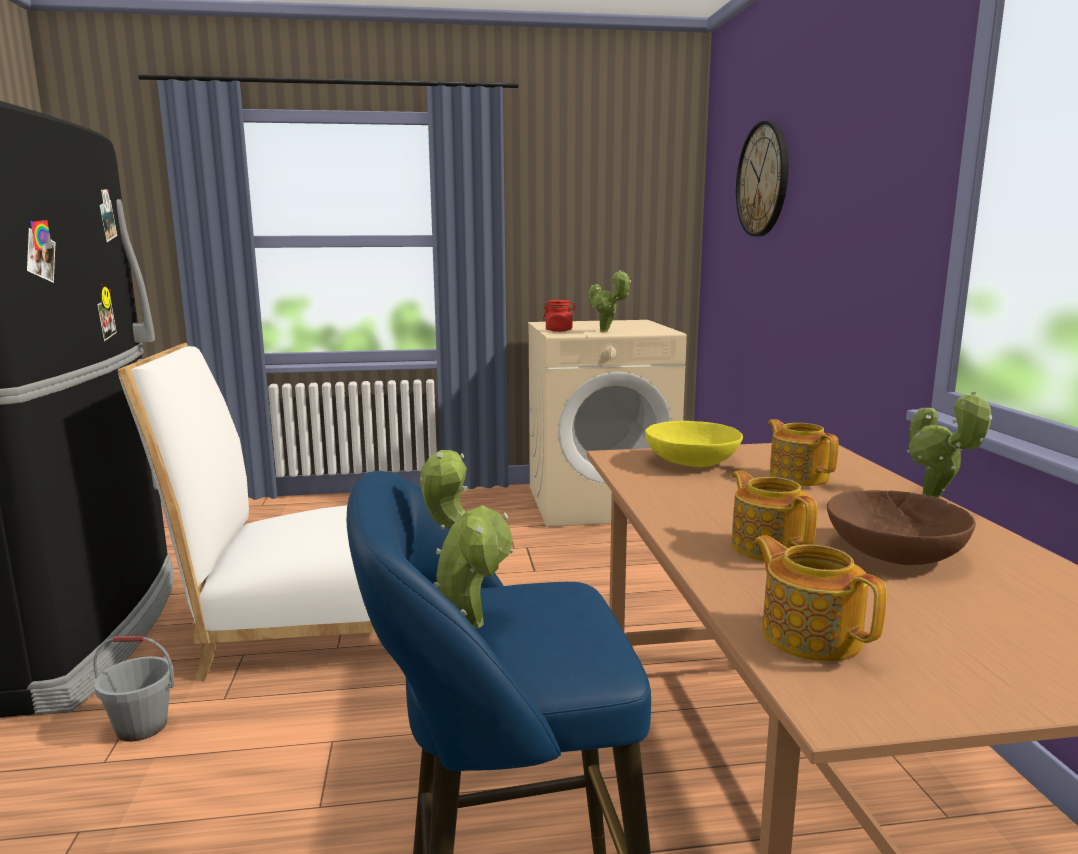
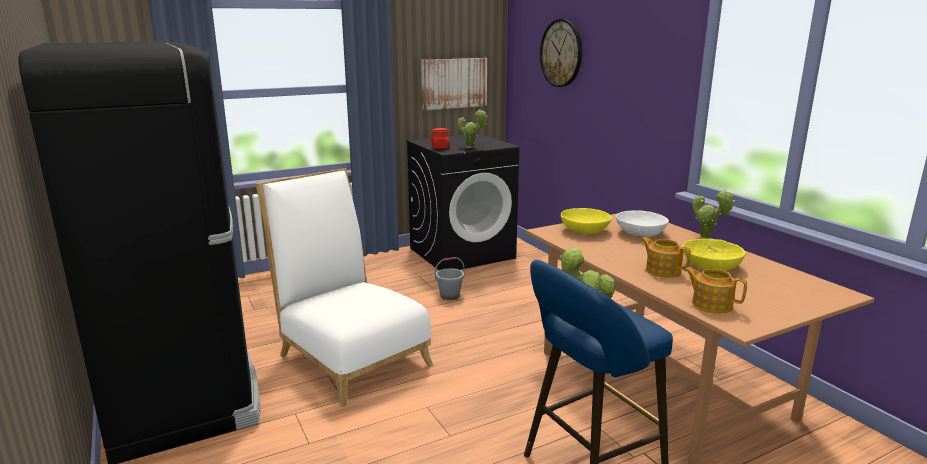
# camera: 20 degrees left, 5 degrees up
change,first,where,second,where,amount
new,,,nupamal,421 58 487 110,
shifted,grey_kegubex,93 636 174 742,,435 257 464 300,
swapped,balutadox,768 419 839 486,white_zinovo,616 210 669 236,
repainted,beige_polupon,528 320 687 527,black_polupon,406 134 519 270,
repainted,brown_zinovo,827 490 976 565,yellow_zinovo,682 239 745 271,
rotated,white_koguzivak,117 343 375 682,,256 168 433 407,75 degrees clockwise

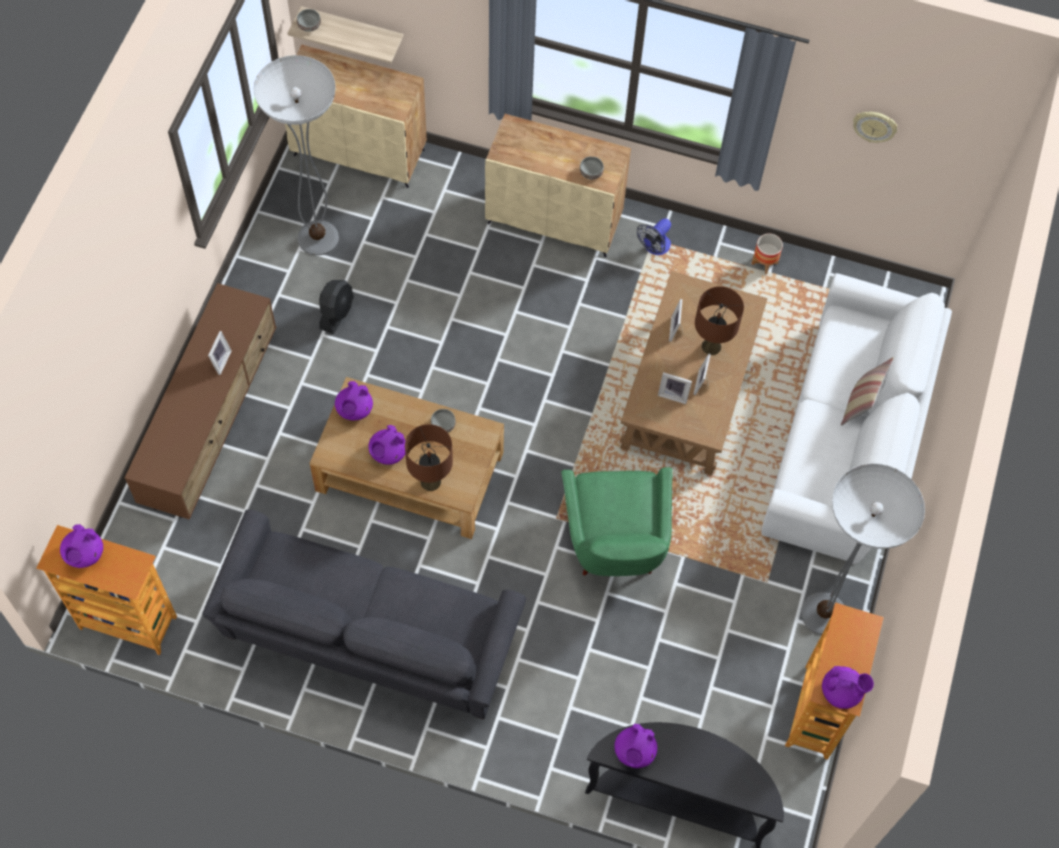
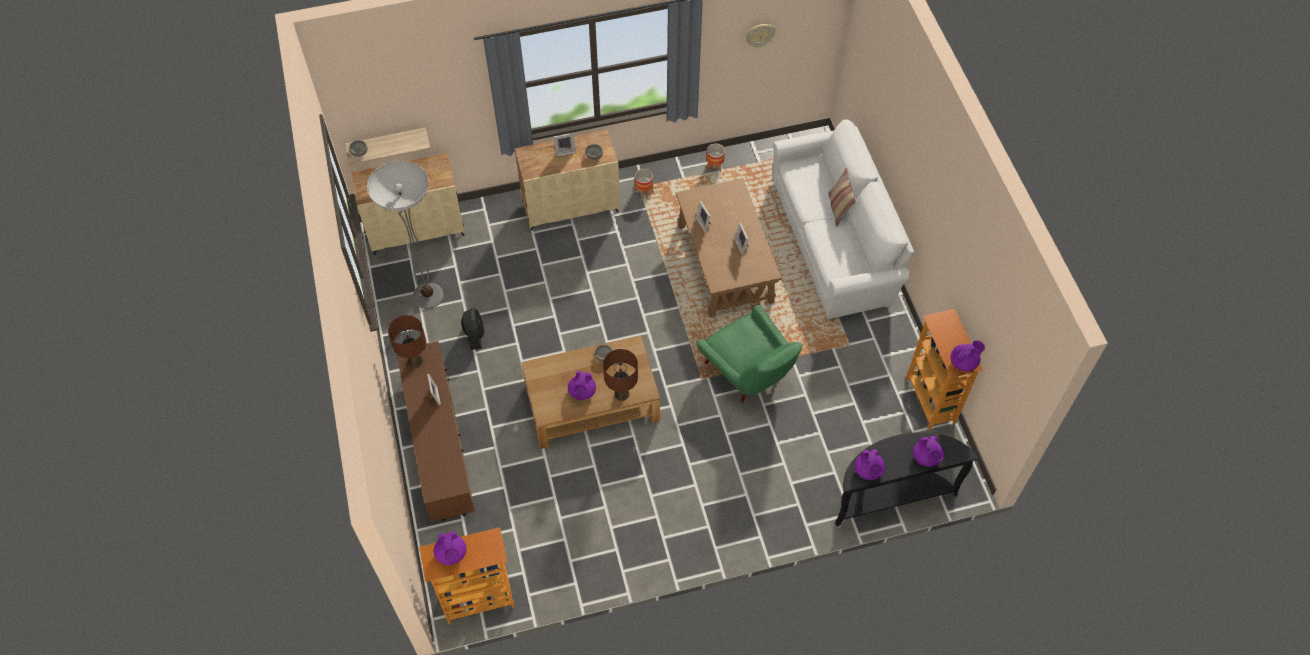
# camera: 30 degrees left, 5 degrees down
change,first,where,second,where,amount
gone,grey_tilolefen,202 510 526 719,,,
gone,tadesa,801 464 925 635,,,
shifted,purple_balutadox,335 381 373 421,,913 435 944 467,
shifted,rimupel,658 372 692 404,,553 133 576 157,
shifted,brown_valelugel,695 286 744 355,,388 315 426 368,
swapped,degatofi,637 218 671 255,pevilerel,635 169 654 199,

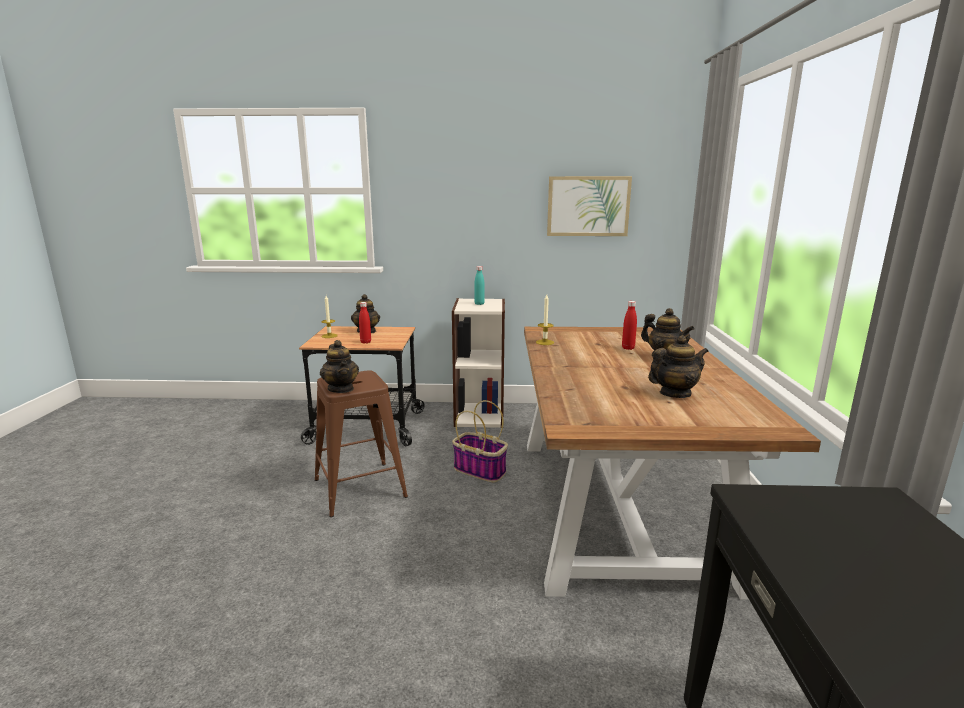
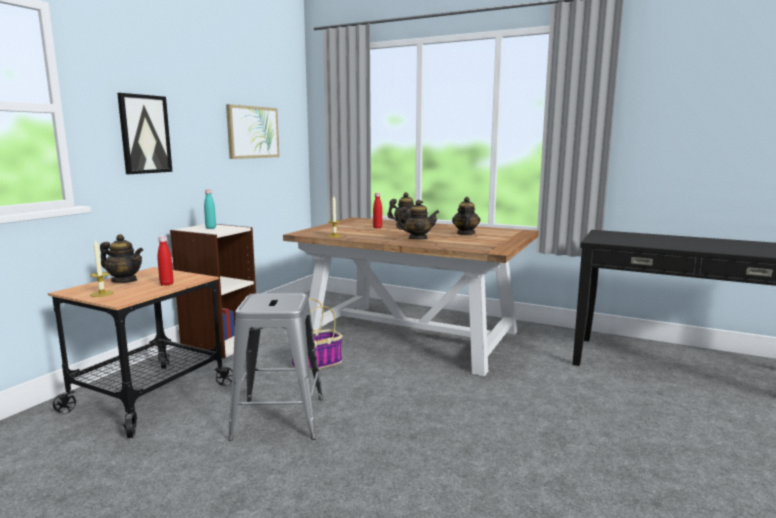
# camera: 65 degrees left, 5 degrees down
change,first,where,second,where,amount
new,,,nupamal,117 93 172 174,
shifted,balutadox,320 340 359 393,,396 200 439 239,
repainted,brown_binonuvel,314 370 408 517,grey_binonuvel,228 293 323 441,

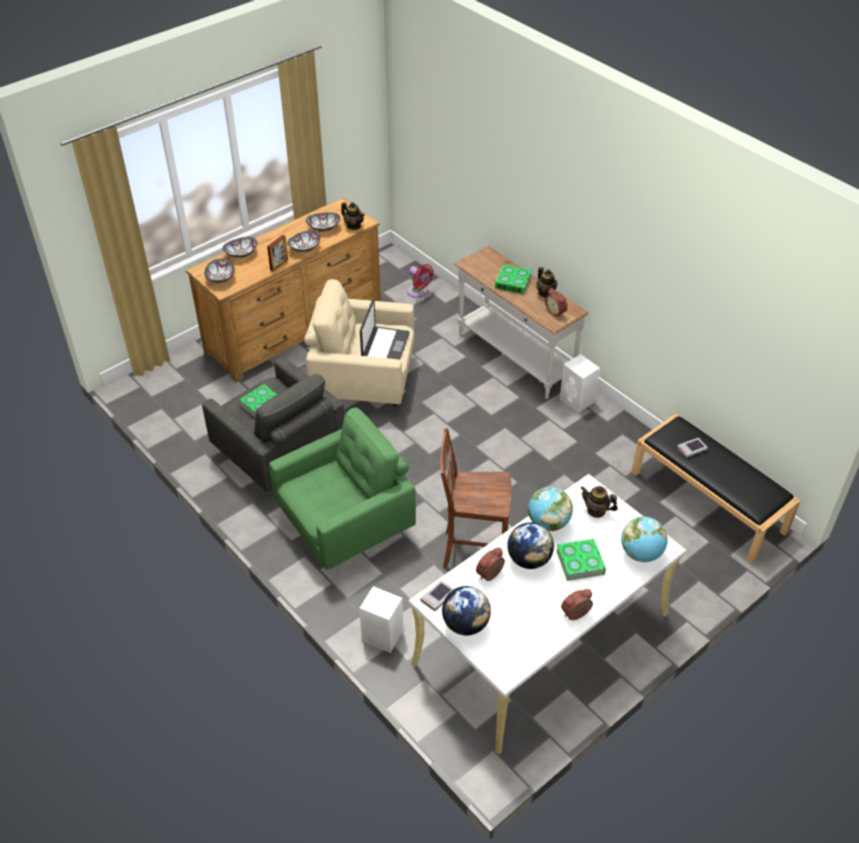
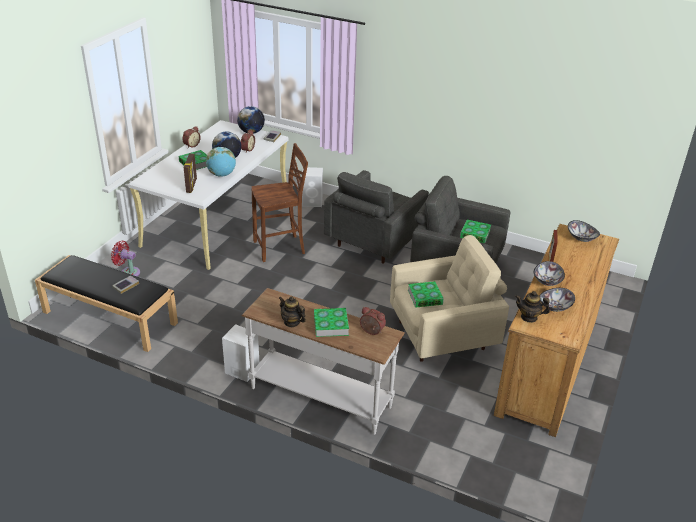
# camera: 155 degrees right, 10 degrees down
change,first,where,second,where,amount
gone,zinovo,223 237 258 258,,,
gone,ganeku,621 516 667 562,,,
shifted,red_degatofi,407 264 434 298,,111 241 140 276,
shifted,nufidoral,545 288 567 317,,360 307 386 335,
swapped,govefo,360 299 410 360,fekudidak,408 281 444 308,
swapped,balutadox,580 486 618 518,rimupel,183 154 197 193,
repainted,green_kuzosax,269 408 416 570,grey_kuzosax,324 170 429 264,

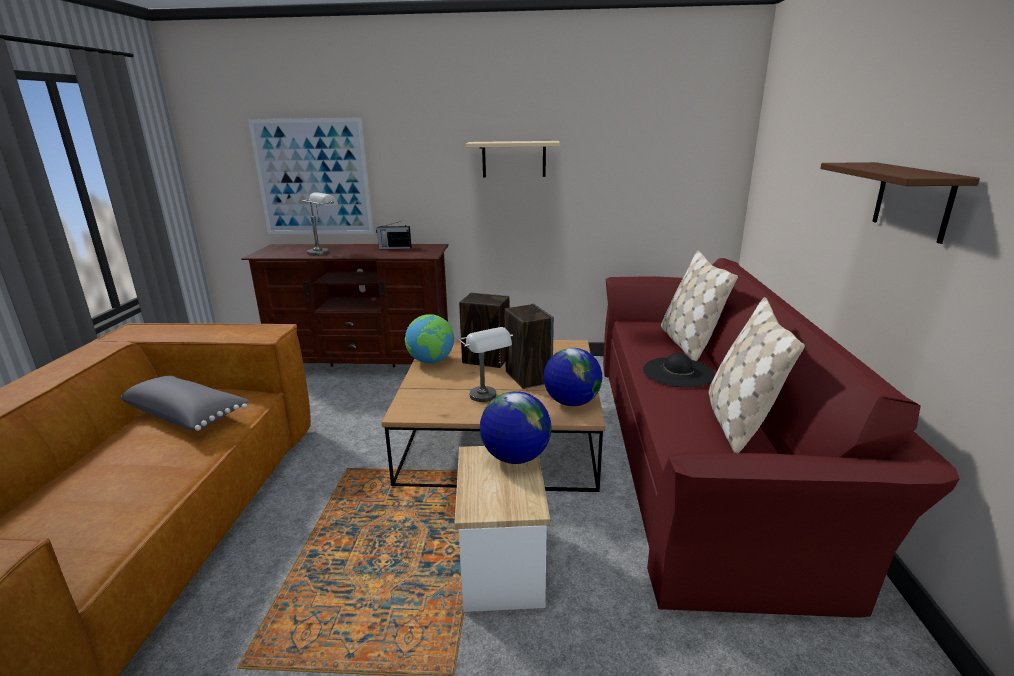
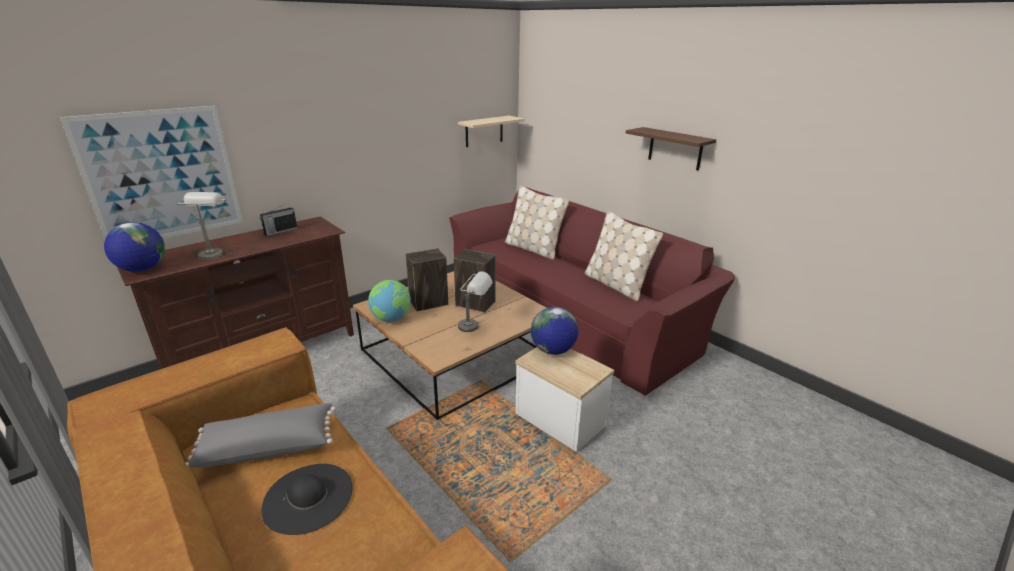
# camera: 45 degrees left, 5 degrees up
change,first,where,second,where,amount
shifted,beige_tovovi,465 141 560 177,,458 116 525 147,
shifted,ganeku,544 348 602 406,,104 222 165 272,
shifted,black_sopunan,643 353 715 387,,262 464 353 535,

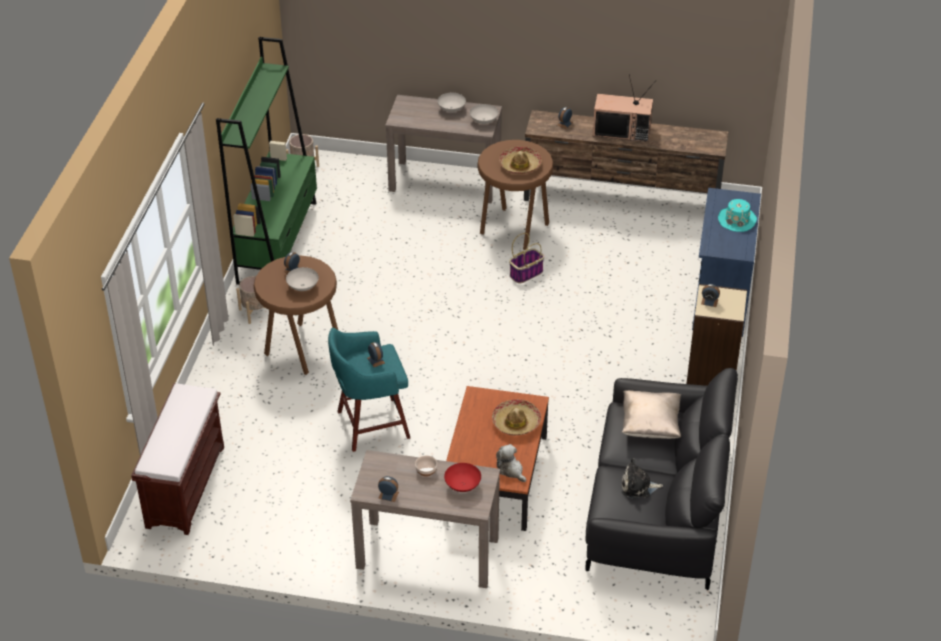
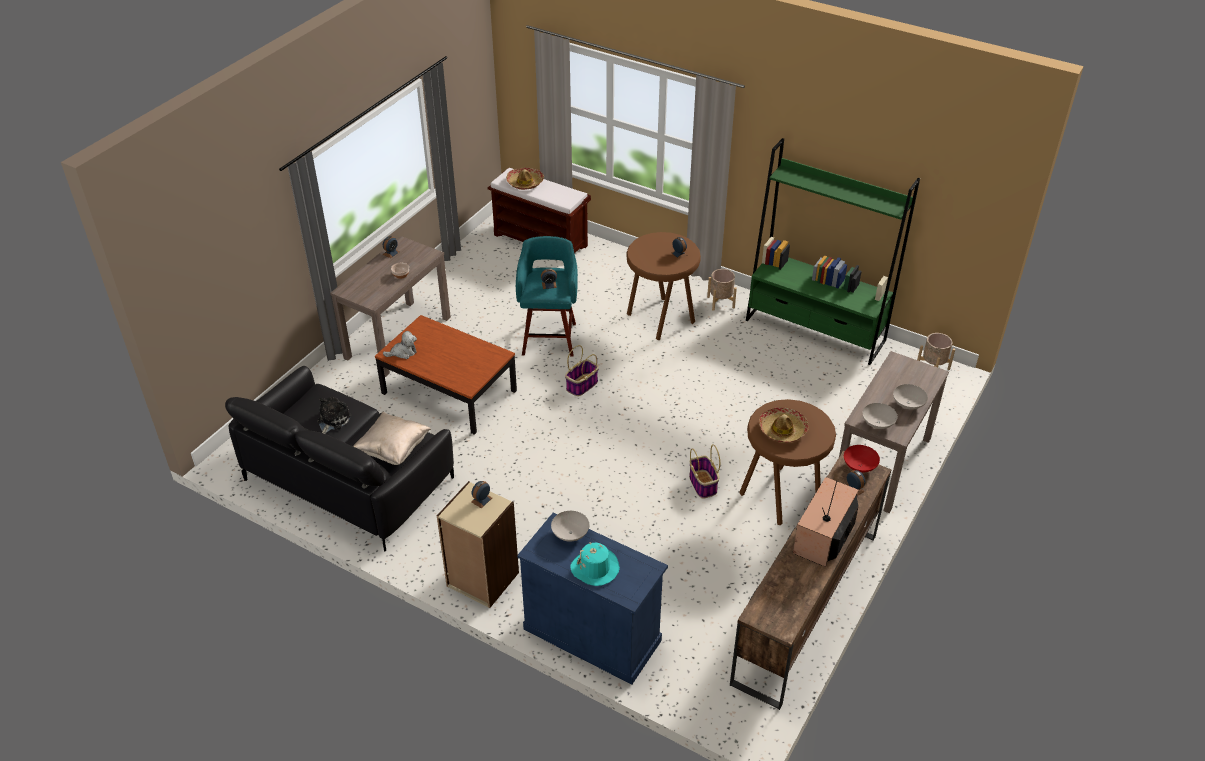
# camera: 110 degrees right, 0 degrees up
change,first,where,second,where,amount
new,,,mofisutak,565 345 599 396,
shifted,white_zinovo,286 267 319 291,,551 511 589 542,
shifted,red_zinovo,444 463 481 492,,844 445 880 473,
shifted,sopunan,492 399 541 435,,506 168 544 190,

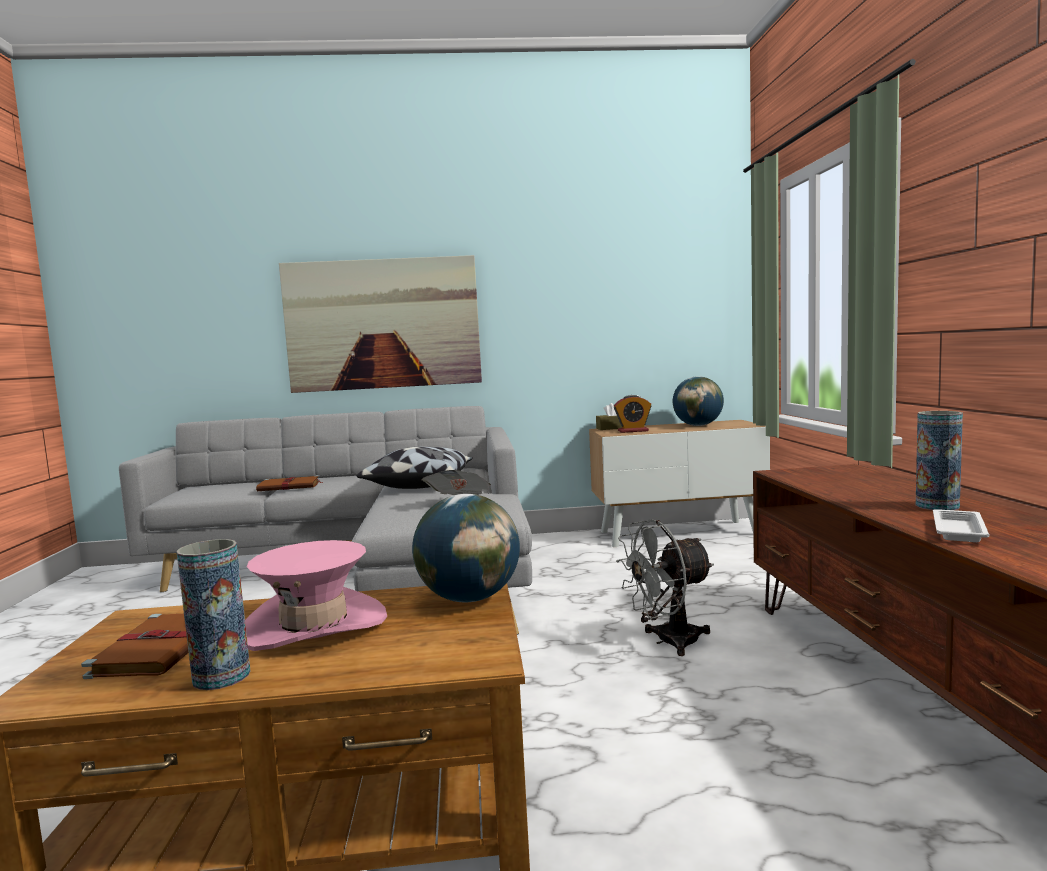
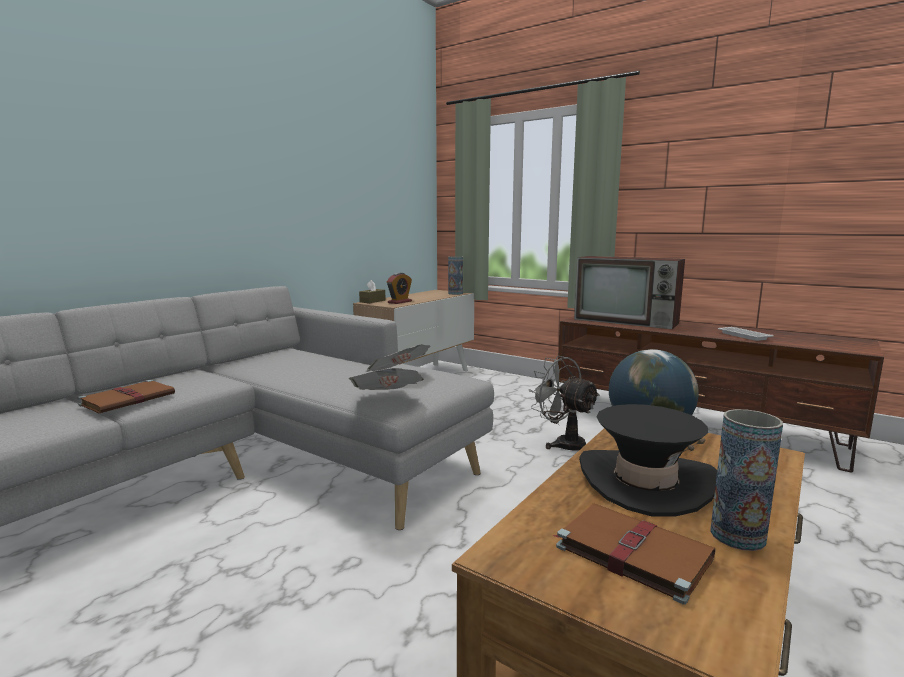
# camera: 50 degrees left, 5 degrees up
change,first,where,second,where,amount
gone,nupamal,279 255 482 393,,,
gone,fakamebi,357 447 473 489,,,
gone,ganeku,673 376 724 426,,,
new,,,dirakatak,348 368 424 390,
new,,,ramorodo,574 256 685 329,
shifted,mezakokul,916 411 963 510,,448 256 463 295,
repainted,pink_sopunan,245 540 387 651,black_sopunan,579 404 717 516,
rotated,grey_degatofi,616 519 714 656,,528 356 600 451,120 degrees clockwise

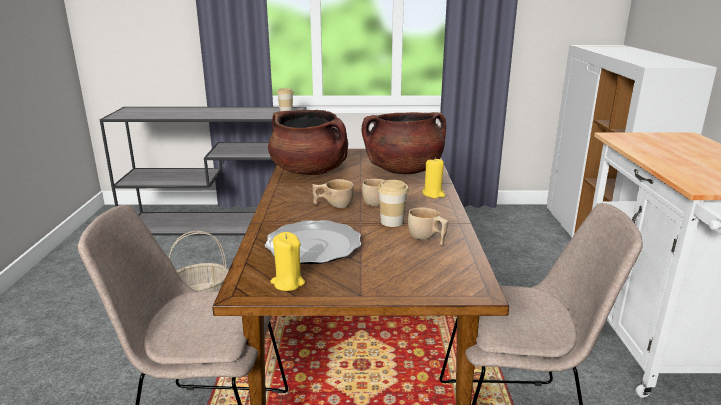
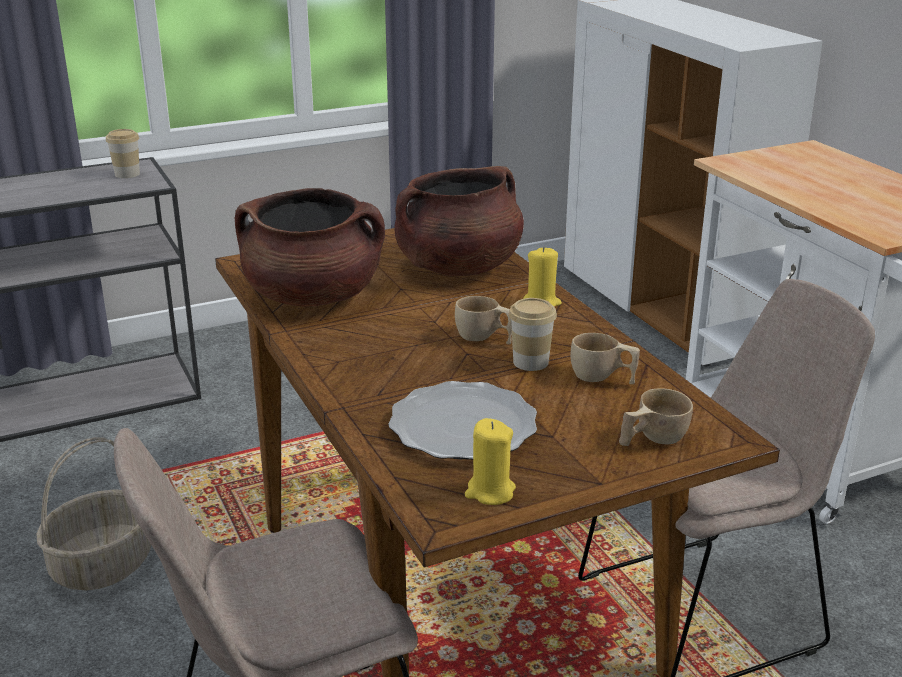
# camera: 25 degrees left, 5 degrees up
change,first,where,second,where,amount
shifted,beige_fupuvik,312 179 354 208,,619 389 693 446,

